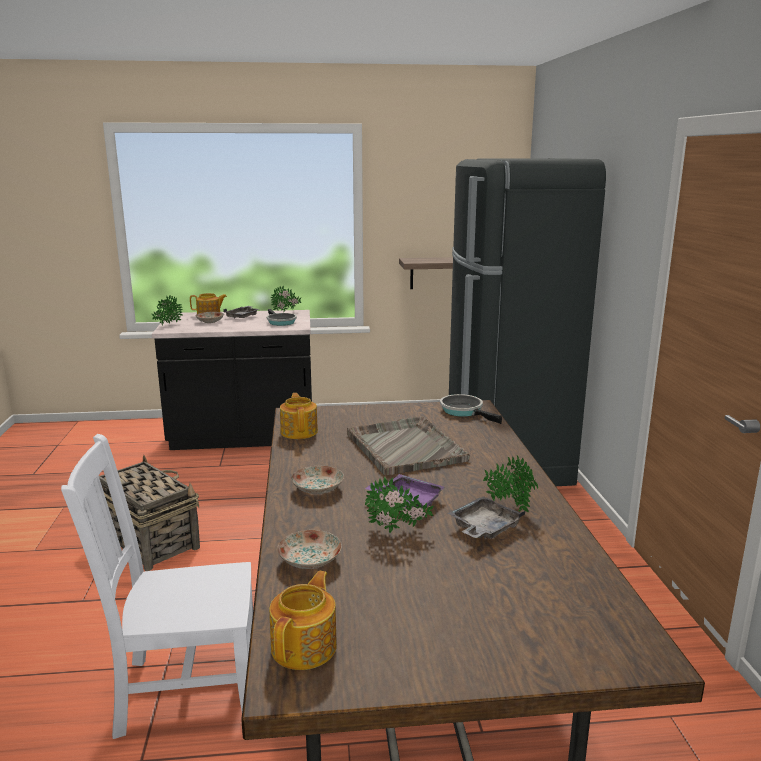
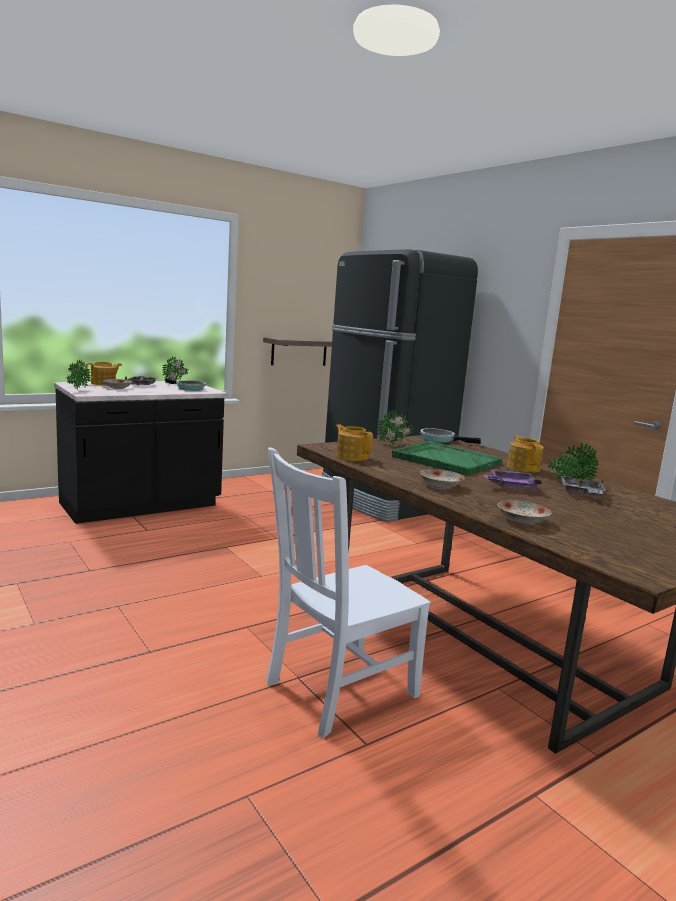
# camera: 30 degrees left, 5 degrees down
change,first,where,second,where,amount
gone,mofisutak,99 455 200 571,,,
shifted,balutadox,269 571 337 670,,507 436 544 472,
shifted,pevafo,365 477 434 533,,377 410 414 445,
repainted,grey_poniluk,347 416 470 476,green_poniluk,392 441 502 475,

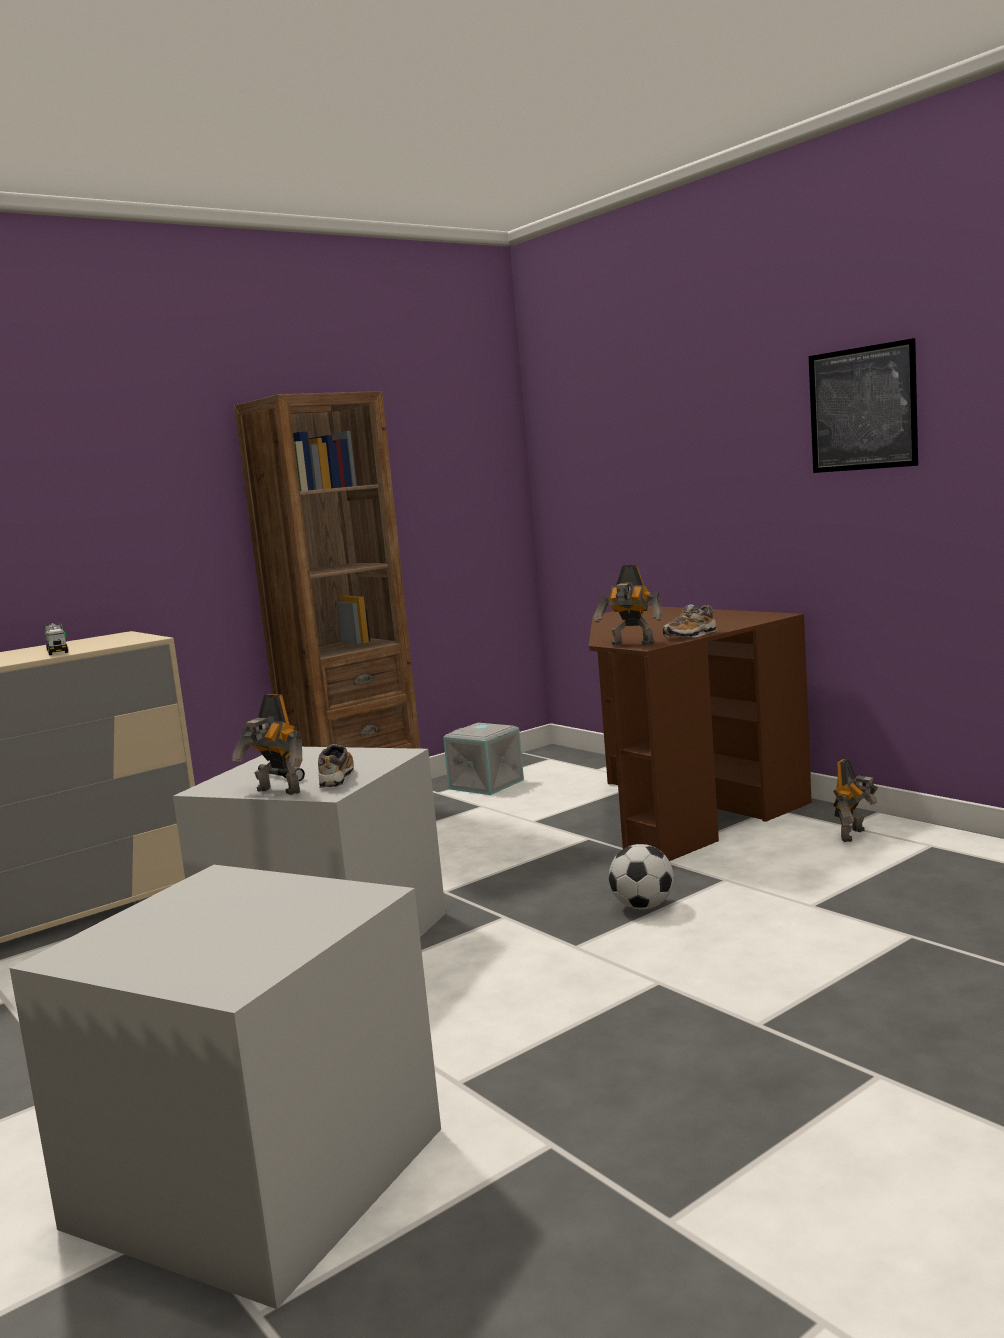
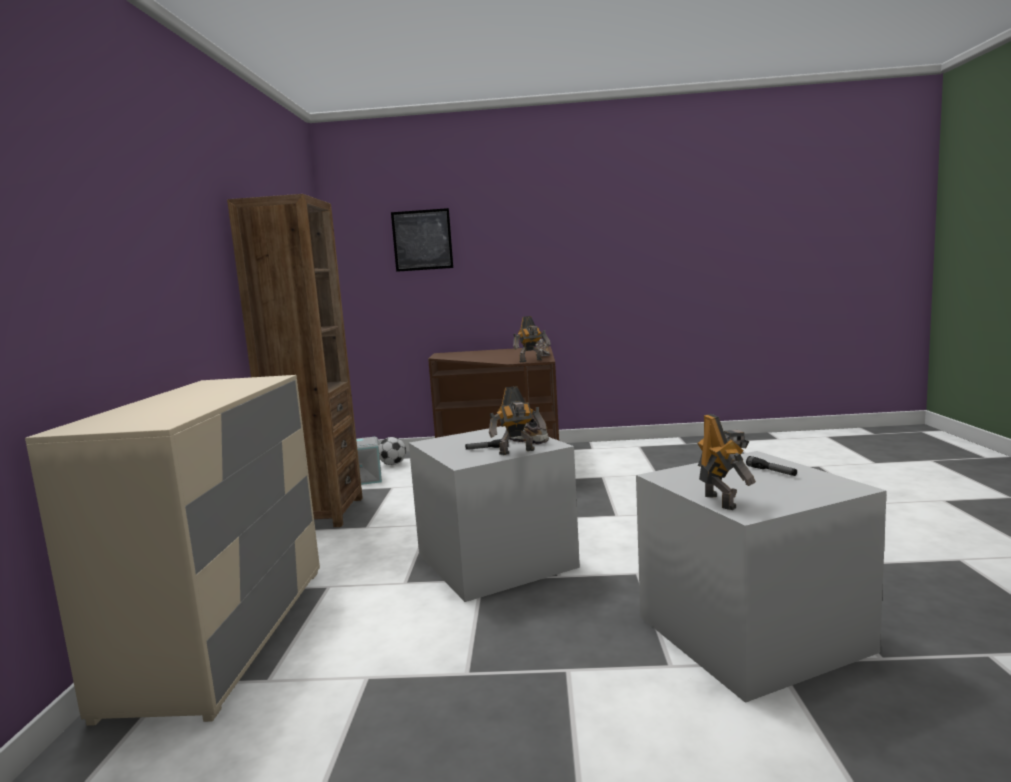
# camera: 50 degrees left, 0 degrees up
change,first,where,second,where,amount
gone,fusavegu,44 622 69 655,,,
new,,,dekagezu,746 456 797 476,
shifted,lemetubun,609 844 674 910,,378 437 406 465,
shifted,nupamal,809 338 918 473,,391 208 453 272,
shifted,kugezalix,833 759 878 842,,697 414 756 510,

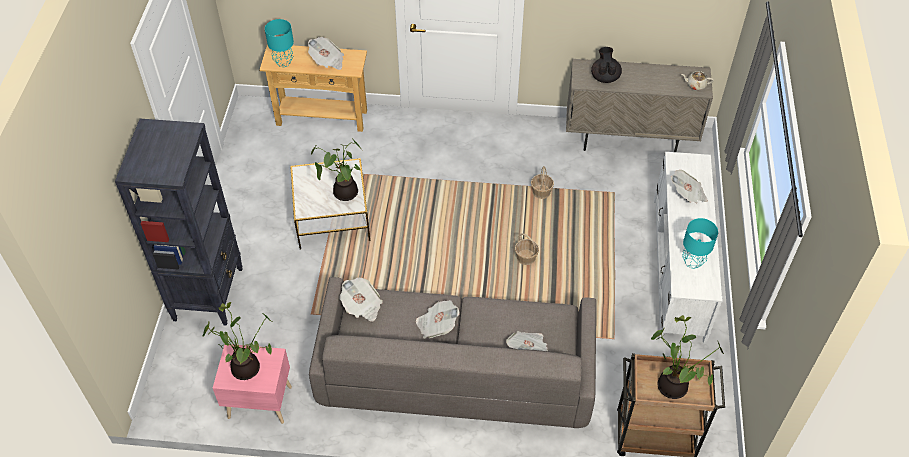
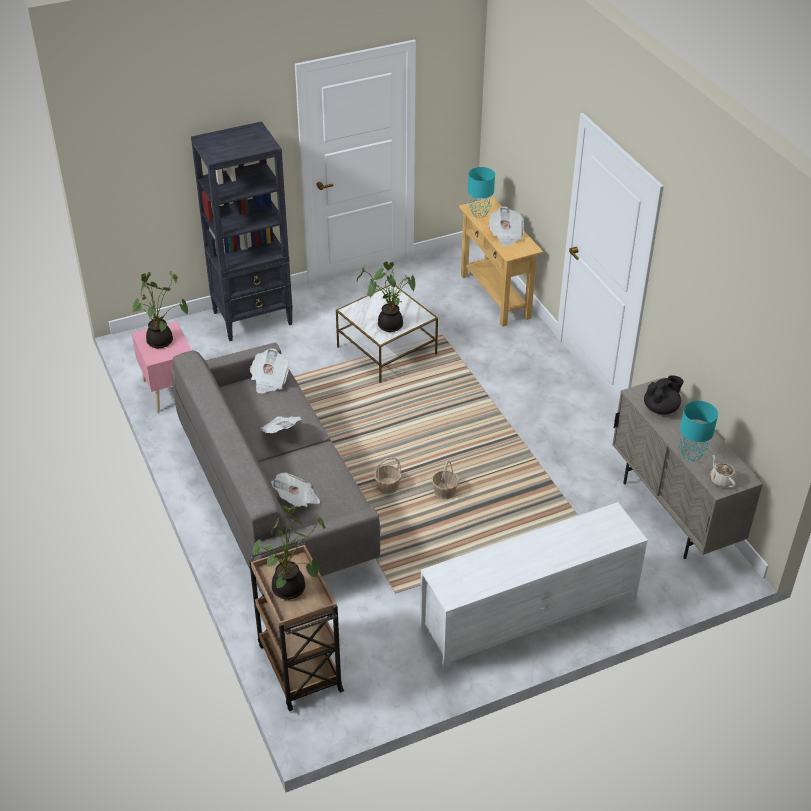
# camera: 60 degrees right, 10 degrees down
change,first,where,second,where,amount
gone,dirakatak,671 170 708 203,,,
shifted,mofisutak,531 166 554 199,,374 457 402 494,
shifted,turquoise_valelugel,682 218 718 269,,679 401 718 461,

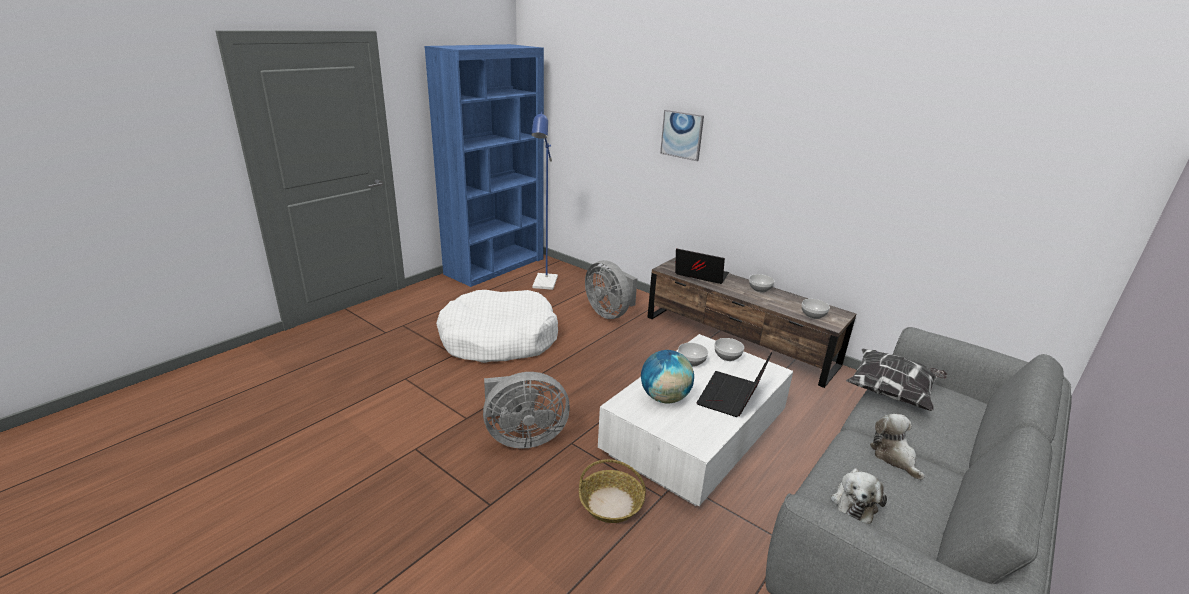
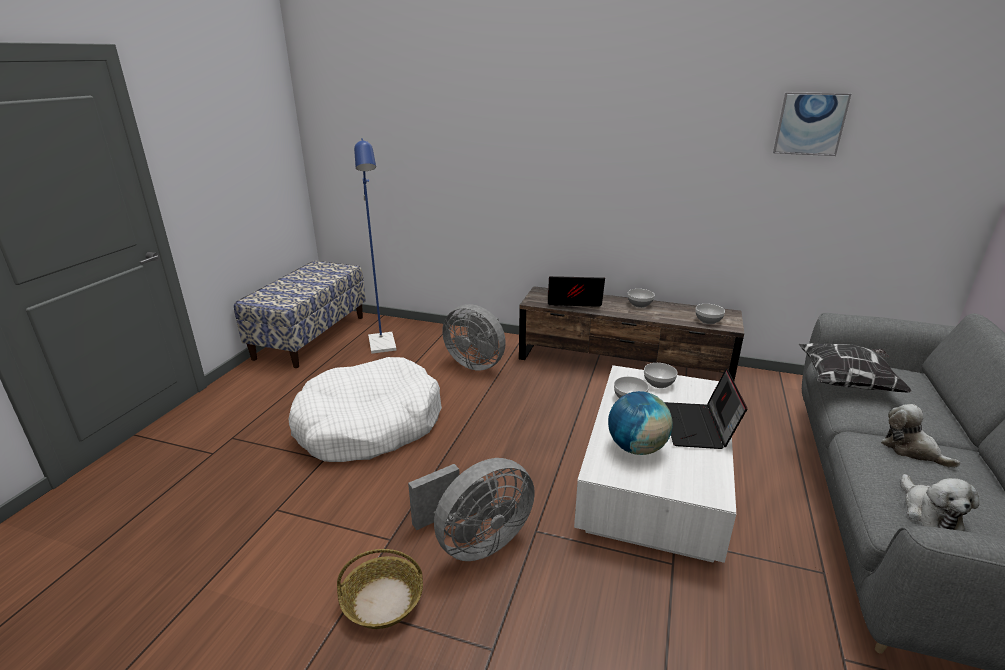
# camera: 20 degrees left, 0 degrees up
change,first,where,second,where,amount
shifted,mofisutak,579 459 646 523,,337 549 423 629,
shifted,nupamal,660 110 704 161,,773 92 851 156,
swapped,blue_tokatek,425 44 544 287,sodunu,234 261 366 368,

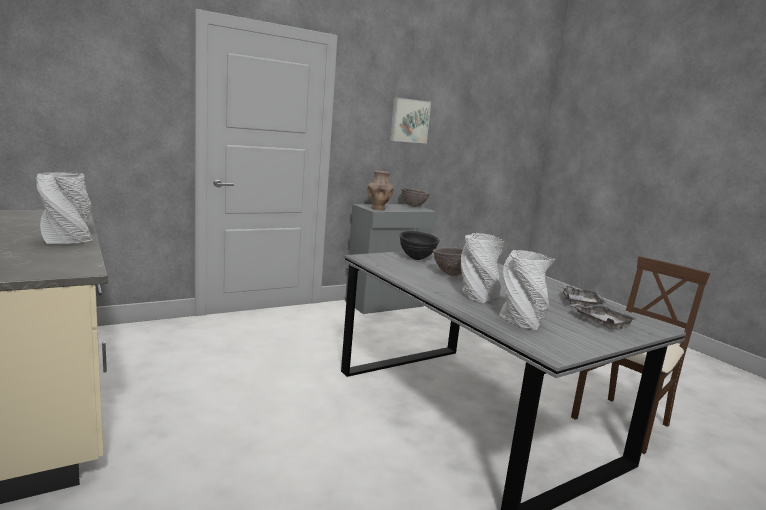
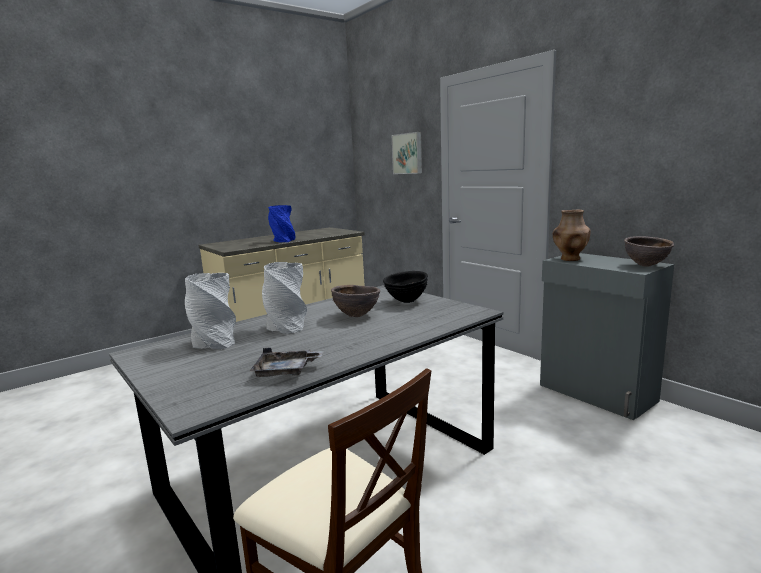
# camera: 85 degrees right, 0 degrees up
change,first,where,second,where,amount
gone,grey_poniluk,571 303 637 330,,,
shifted,nupamal,390 97 431 143,,392 132 422 174,
repainted,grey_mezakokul,36 172 92 244,blue_mezakokul,268 205 295 242,

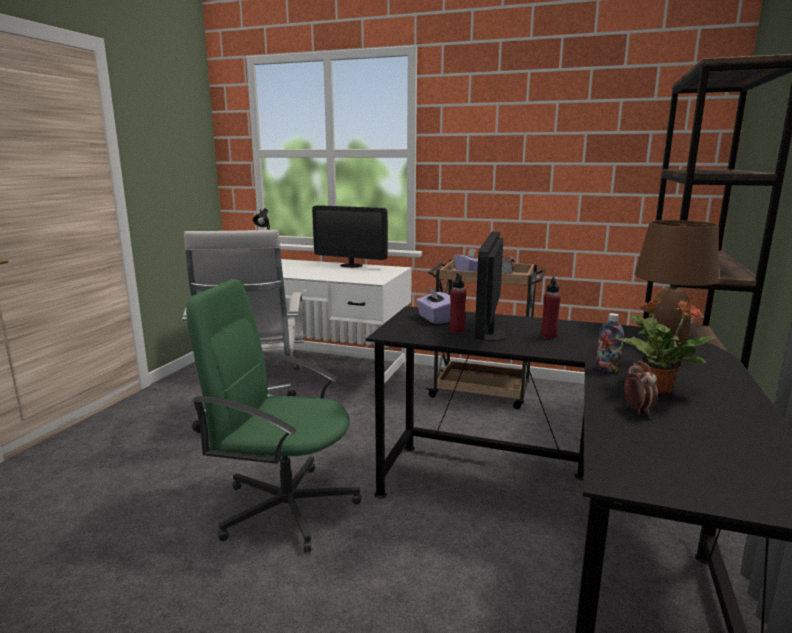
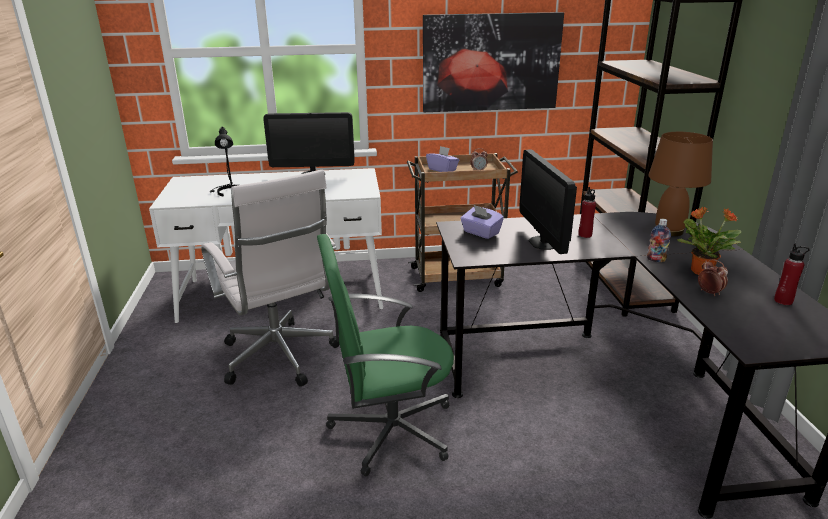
# camera: 25 degrees left, 10 degrees up
change,first,where,second,where,amount
new,,,nupamal,423 12 564 112,
shifted,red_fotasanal,449 273 466 333,,774 243 810 305,

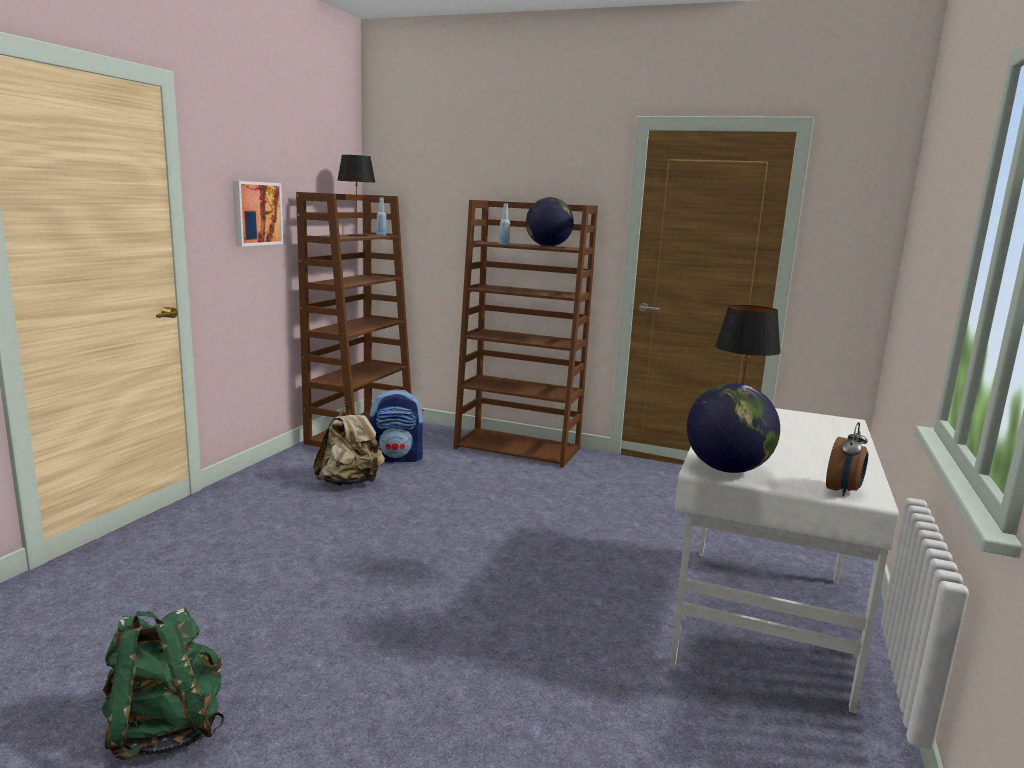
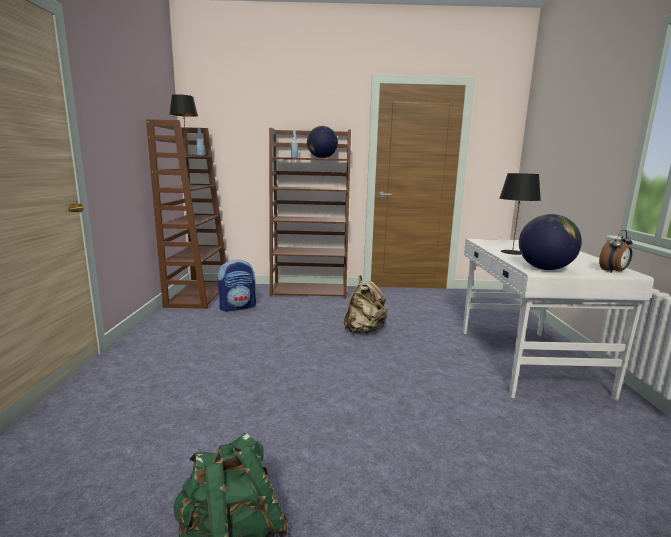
# camera: 20 degrees left, 0 degrees up
change,first,where,second,where,amount
gone,nupamal,232 181 283 246,,,
shifted,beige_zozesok,313 405 385 486,,344 276 387 334,
rotated,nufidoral,826 422 868 496,,599 230 633 273,45 degrees clockwise

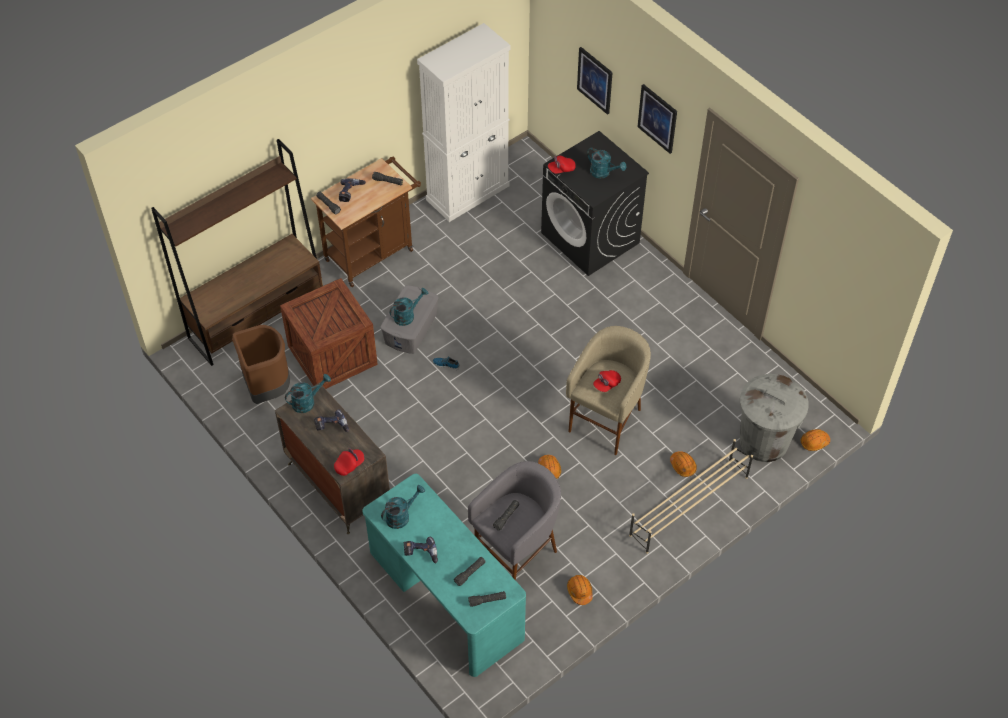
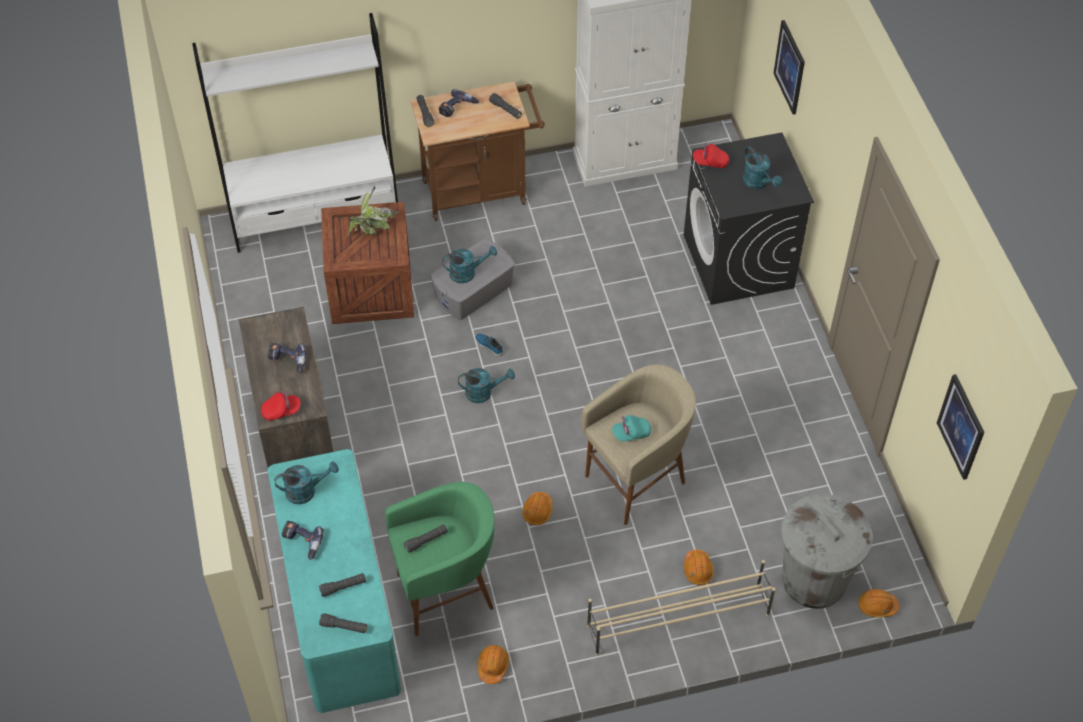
# camera: 25 degrees right, 0 degrees up
change,first,where,second,where,amount
gone,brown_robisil,232 325 290 404,,,
new,,,pevafo,348 186 398 236,
shifted,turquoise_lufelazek,285 374 331 413,,458 368 515 403,
shifted,nupamal,637 84 677 154,,937 374 984 480,
repainted,brown_tokatek,151 139 323 366,white_tokatek,192 13 398 253,
repainted,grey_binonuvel,468 461 561 580,green_binonuvel,385 482 494 636,
repainted,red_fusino,593 370 621 392,turquoise_fusino,612 415 651 441,

